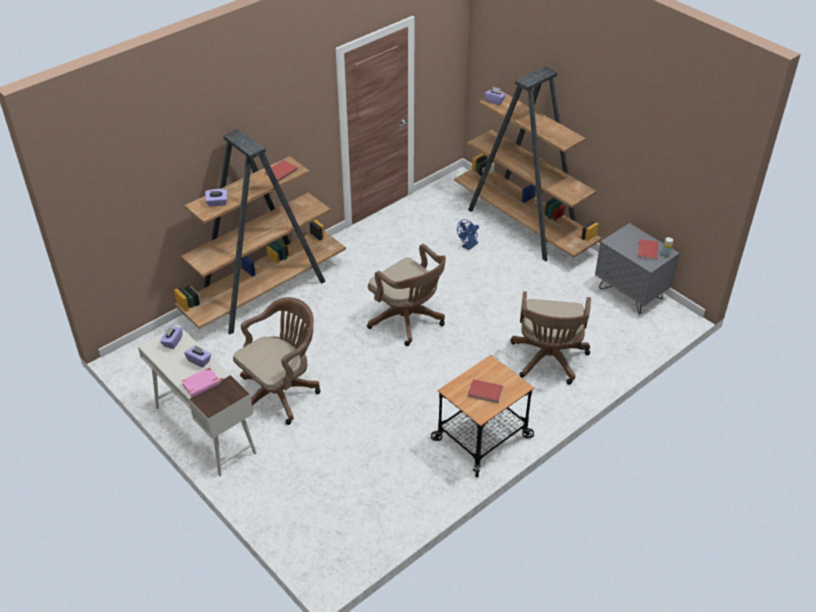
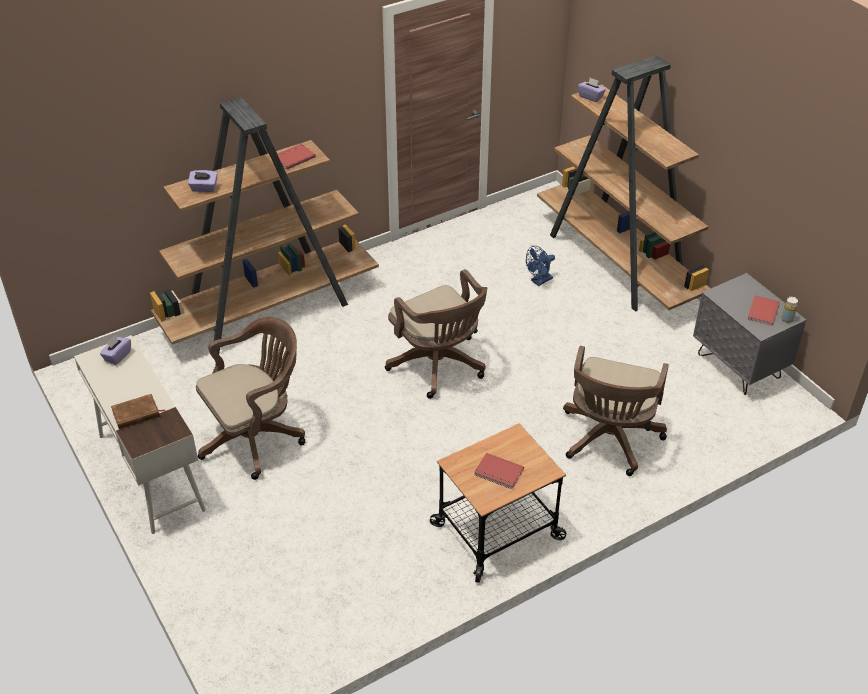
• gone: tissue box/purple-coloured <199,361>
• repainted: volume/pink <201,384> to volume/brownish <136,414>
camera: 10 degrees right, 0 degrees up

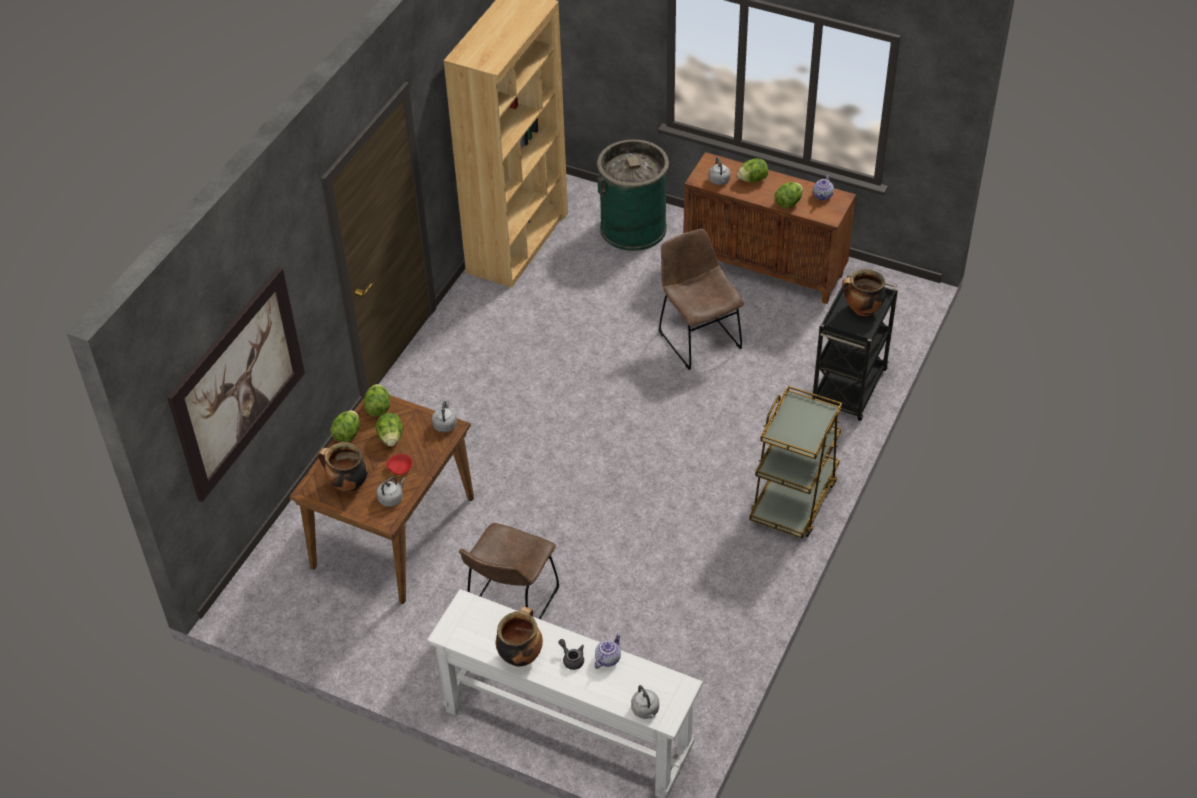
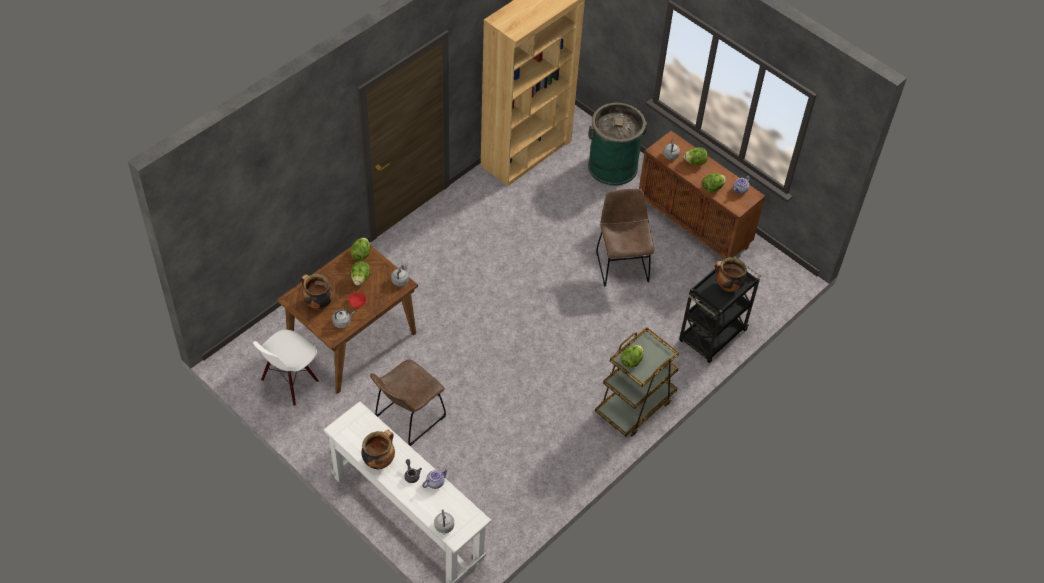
• gone: wall art <238,383>
• shifted: lettuce <347,434> to <631,361>
• new: upright chair/whitish <290,382>
camera: 15 degrees right, 5 degrees up

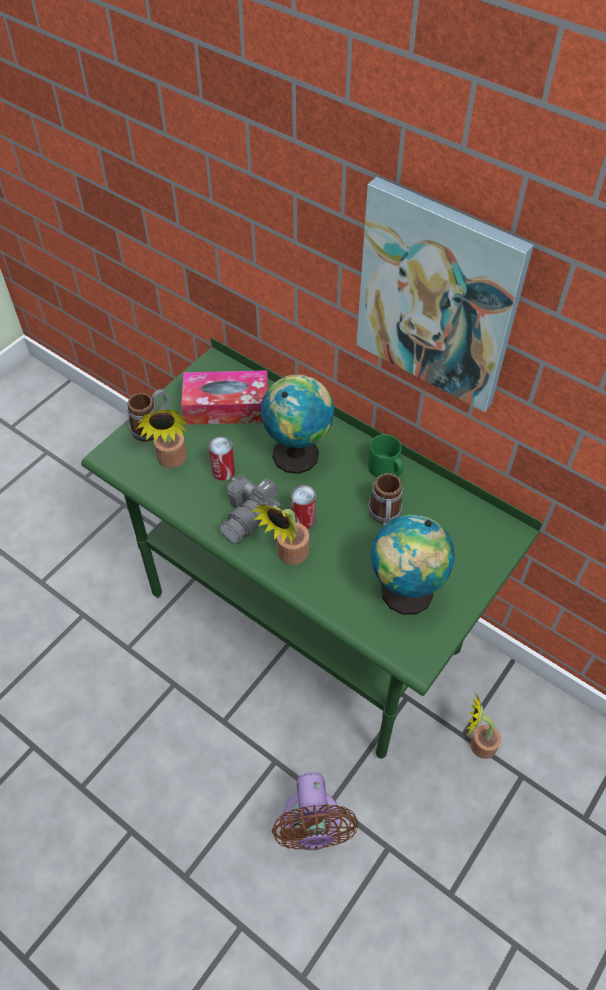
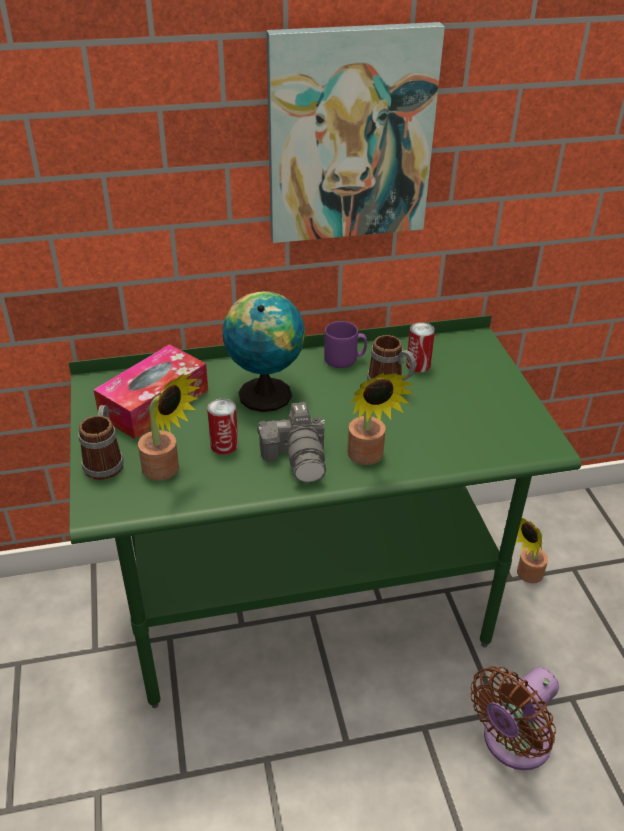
• repainted: coffee mug/green-coloured <386,469> to coffee mug/purple-coloured <345,359>
• shifted: metal can <303,519> to <418,365>
• gone: globe <404,594>
• rotated: fan/brownish <312,827> = <512,743> 105 degrees clockwise
camera: 50 degrees left, 15 degrees down

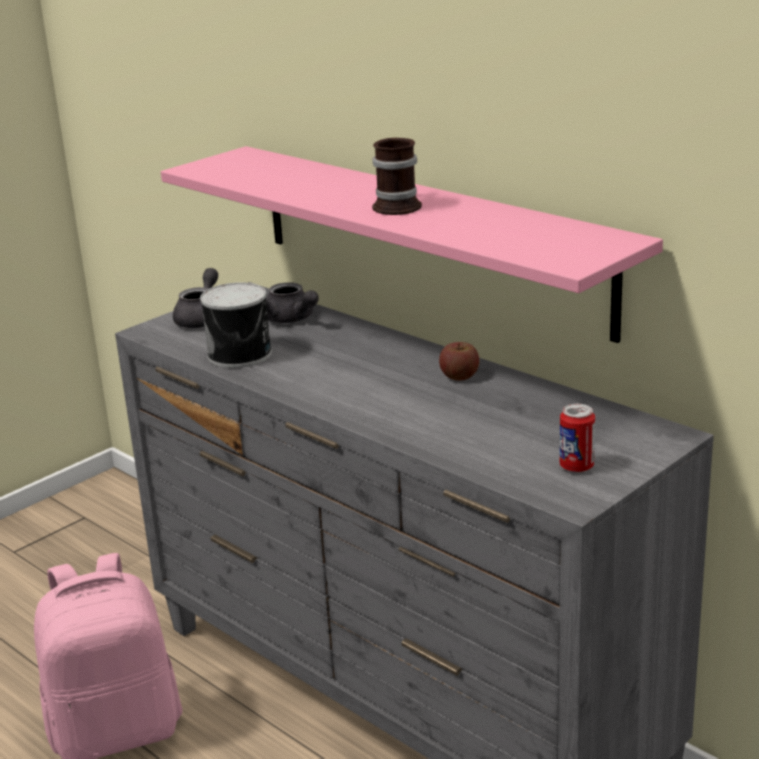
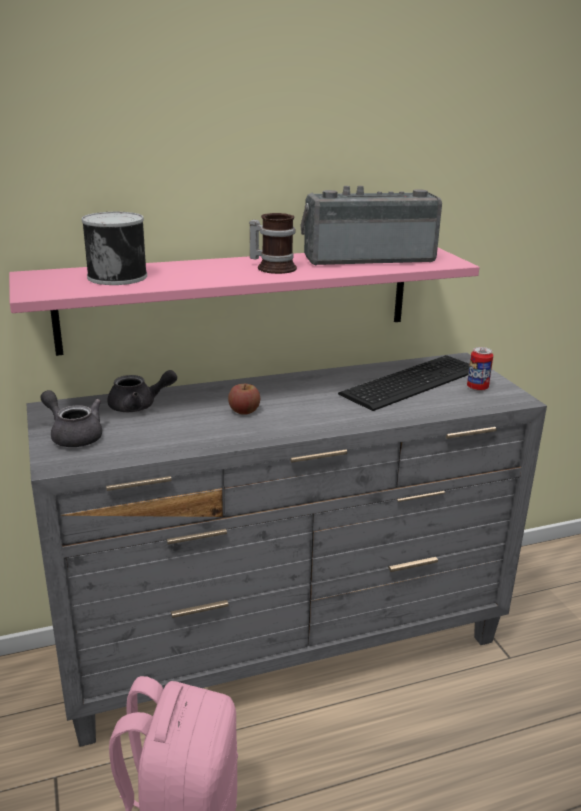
• shifted: metal can <241,354> to <118,276>
• shifted: apple <459,376> to <244,411>
• new: radio receiver <368,258>
• new: keyboard <407,382>
camera: 65 degrees left, 0 degrees up

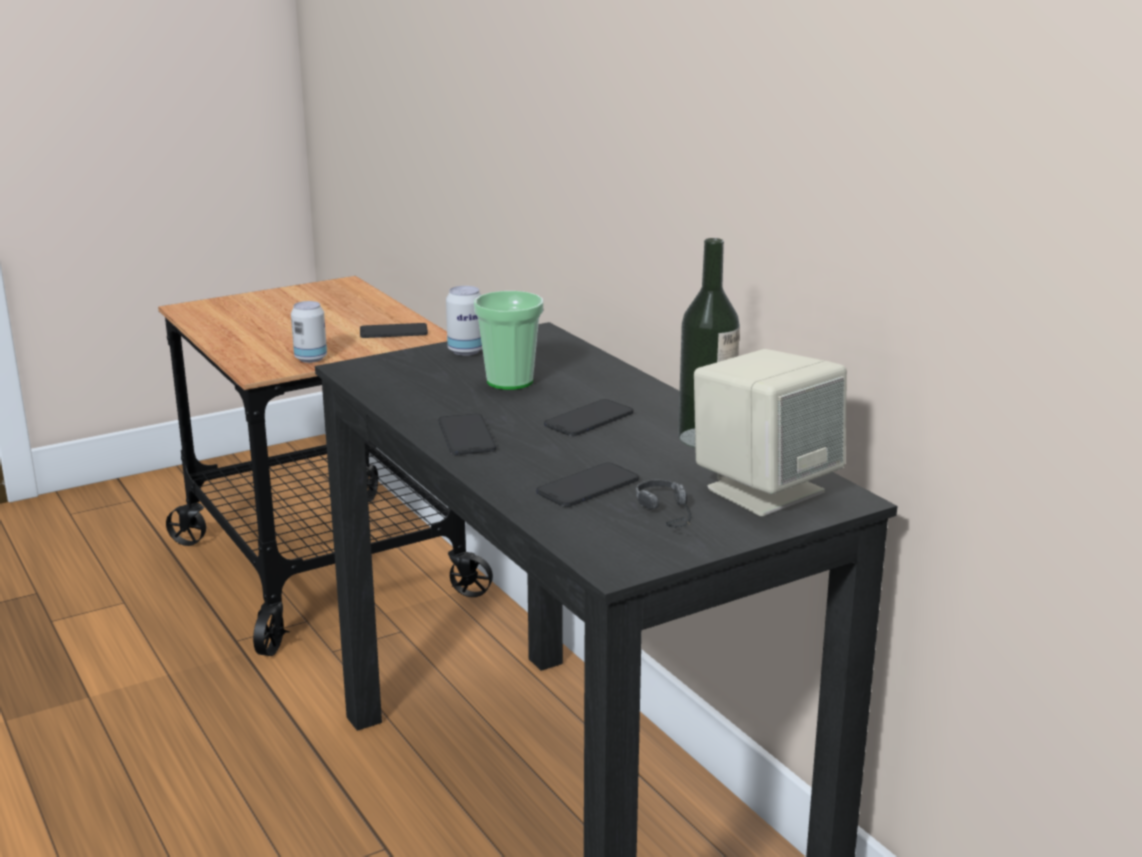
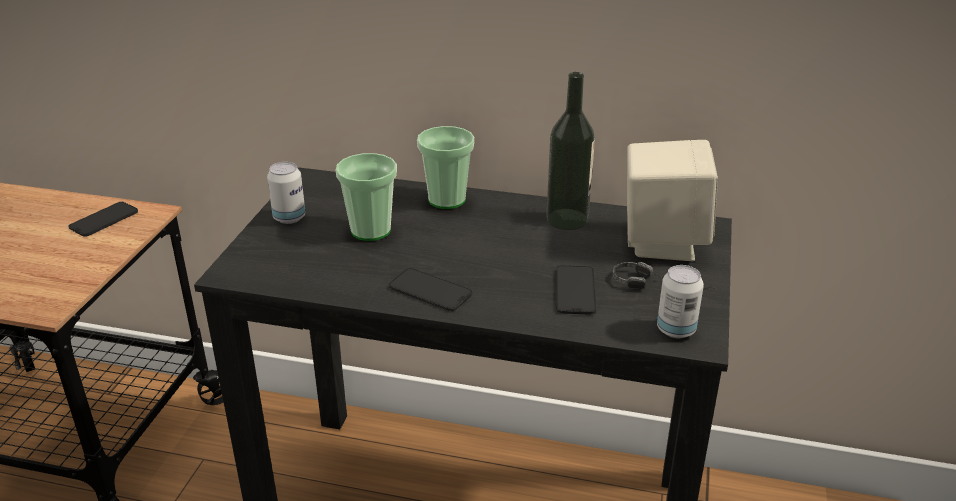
• shifted: metal can <310,358> to <676,330>
• gone: telephone <589,419>
• new: small cup <447,199>
camera: 45 degrees left, 10 degrees up

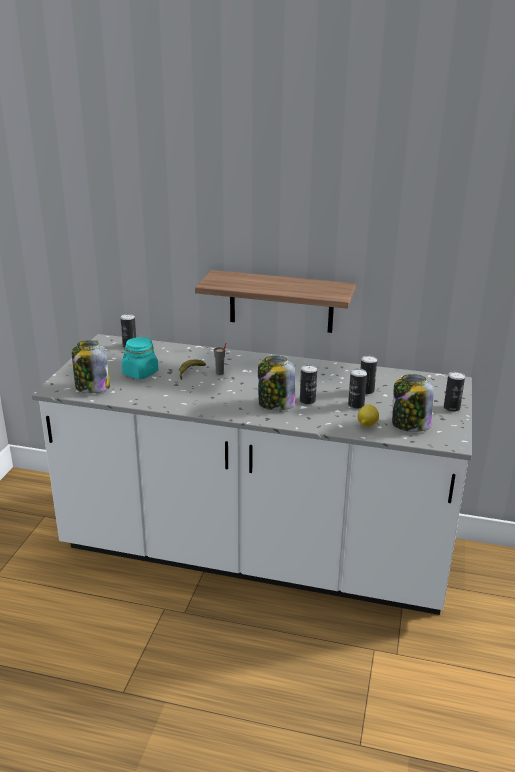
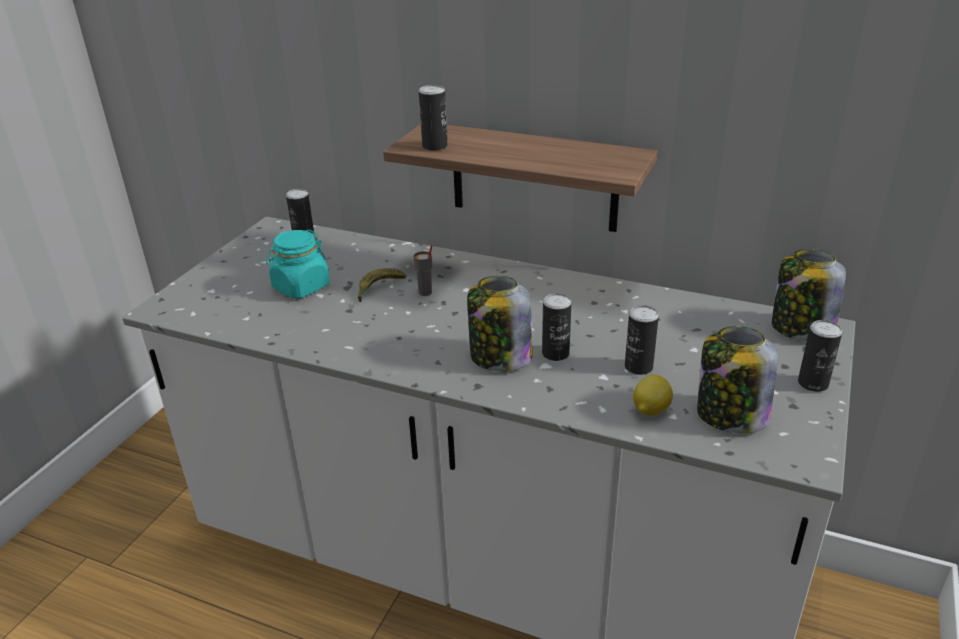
• shifted: preserve jar <92,387> to <800,329>
• shifted: metal can <366,390> to <435,146>
camera: 10 degrees right, 5 degrees up

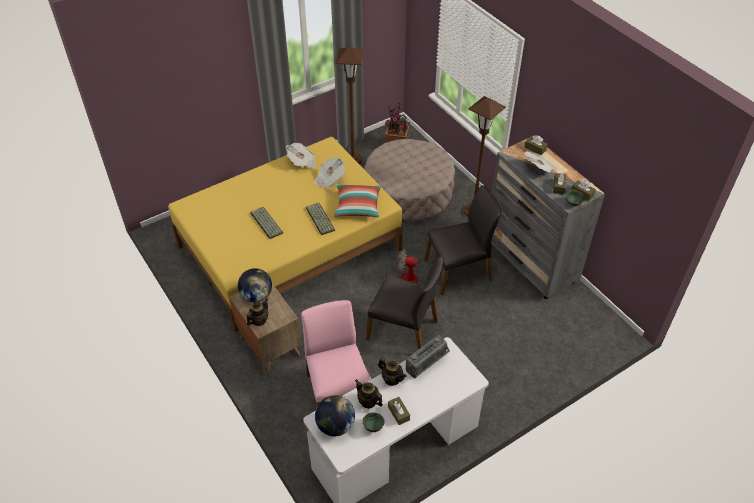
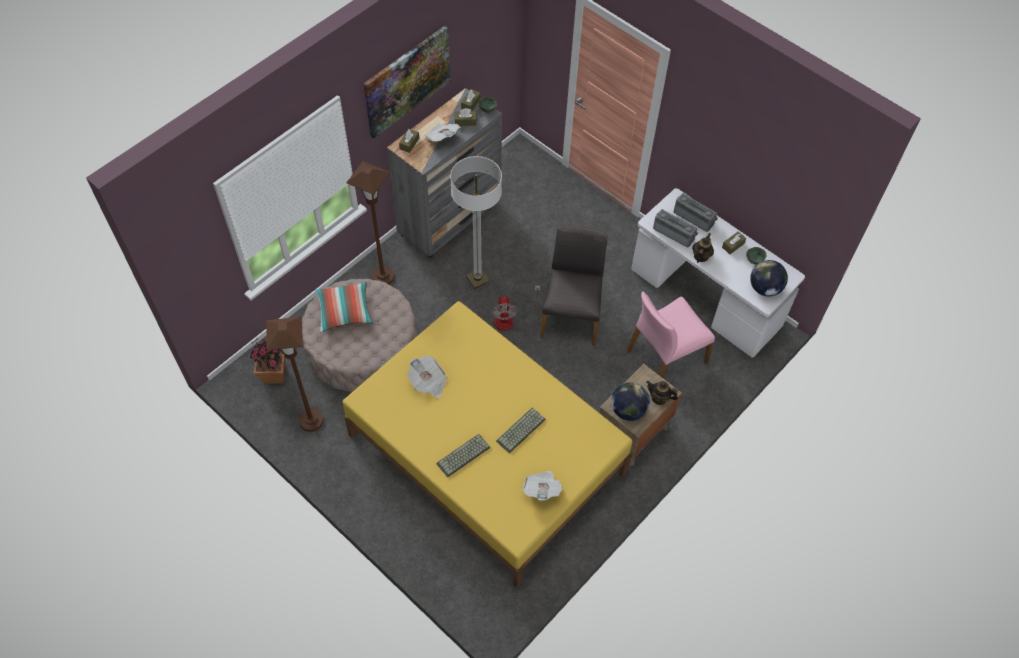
• shifted: printed paper <302,162> to <542,489>
• shifted: cushion <357,206> to <344,311>
• swapped: upright chair/grey <458,270> to floor lamp <477,279>
• shifted: keyboard <319,219> to <463,456>
• gone: tea pot <368,401>
• new: wall art <407,81>
• new: radio receiver <694,217>
camera: 105 degrees left, 10 degrees up

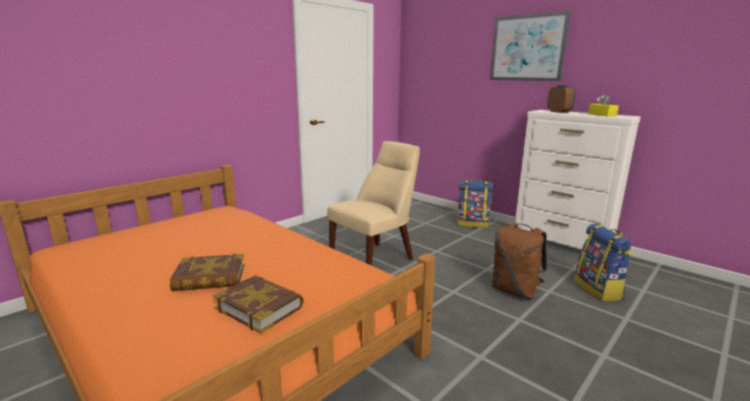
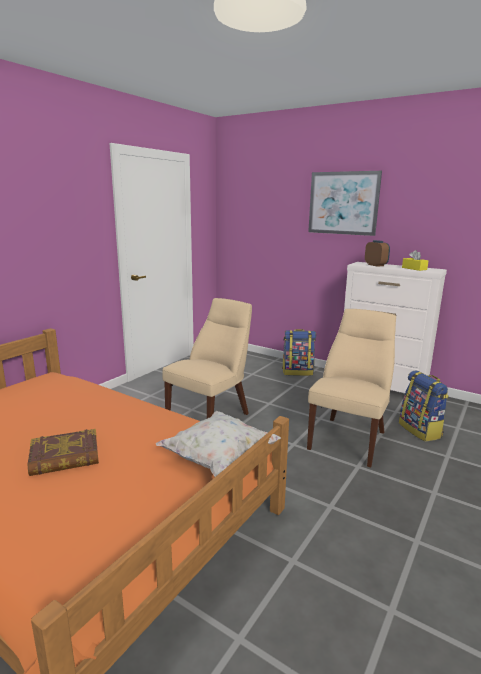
• swapped: rucksack/brownish <515,291> to upright chair/sand-coloured <349,438>
• gone: volume <259,307>
• new: cushion/whitish <219,459>
camera: 10 degrees left, 0 degrees up

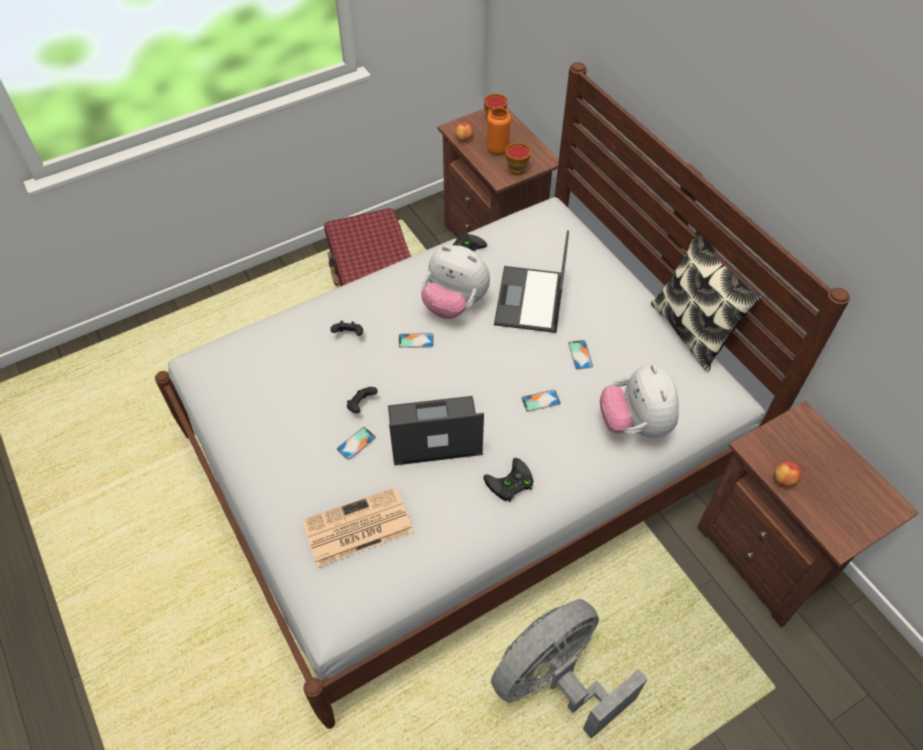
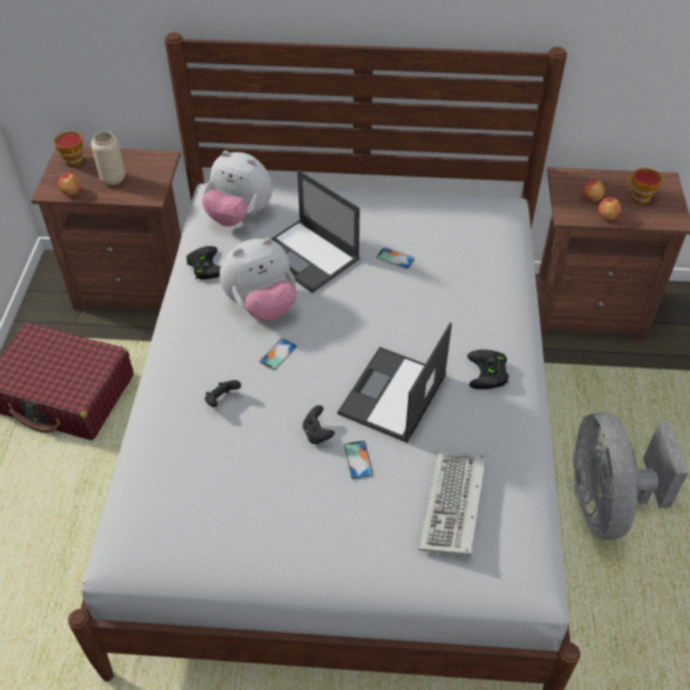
• repainted: flower vase/orange <497,149> to flower vase/sand-coloured <113,179>
• shifted: small cup <515,168> to <637,198>
• gone: cushion <692,331>
• shifted: plush toy <635,424> to <239,216>
• gone: telephone <540,400>
• swapped: printed paper <356,528> to keyboard <454,508>
• new: apple <591,198>
camera: 55 degrees left, 5 degrees down

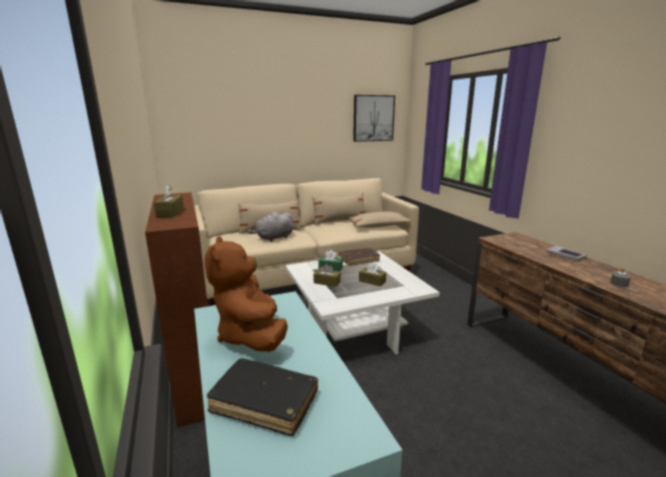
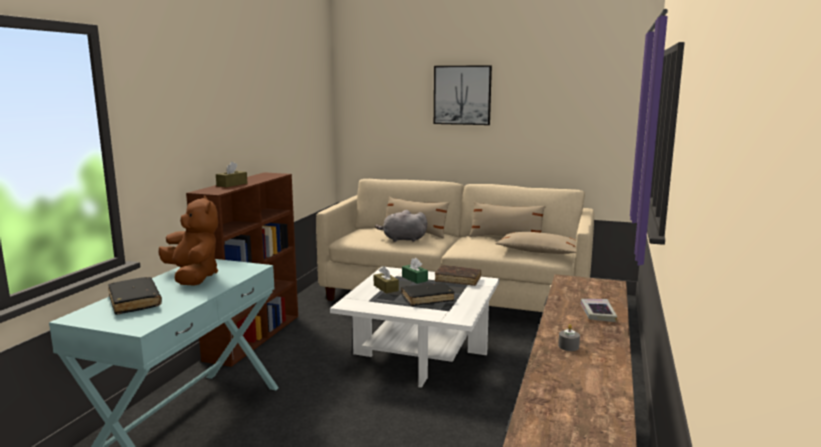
• shifted: wall art <373,118> to <462,95>
• rotated: plush toy/brownish <251,336> = <193,277> 120 degrees clockwise
• swapped: tissue box/brownish <372,281> to volume/black-coloured <427,299>
camera: 40 degrees right, 5 degrees down

